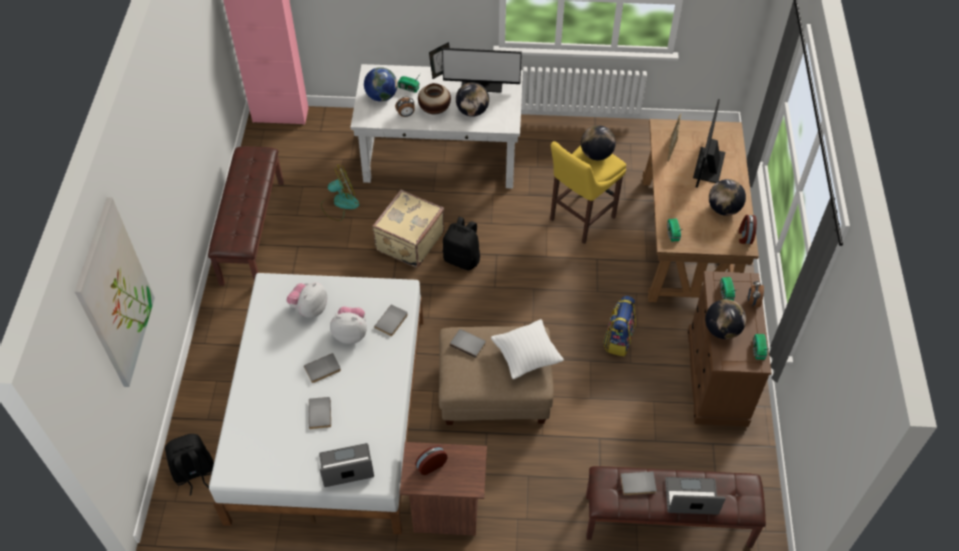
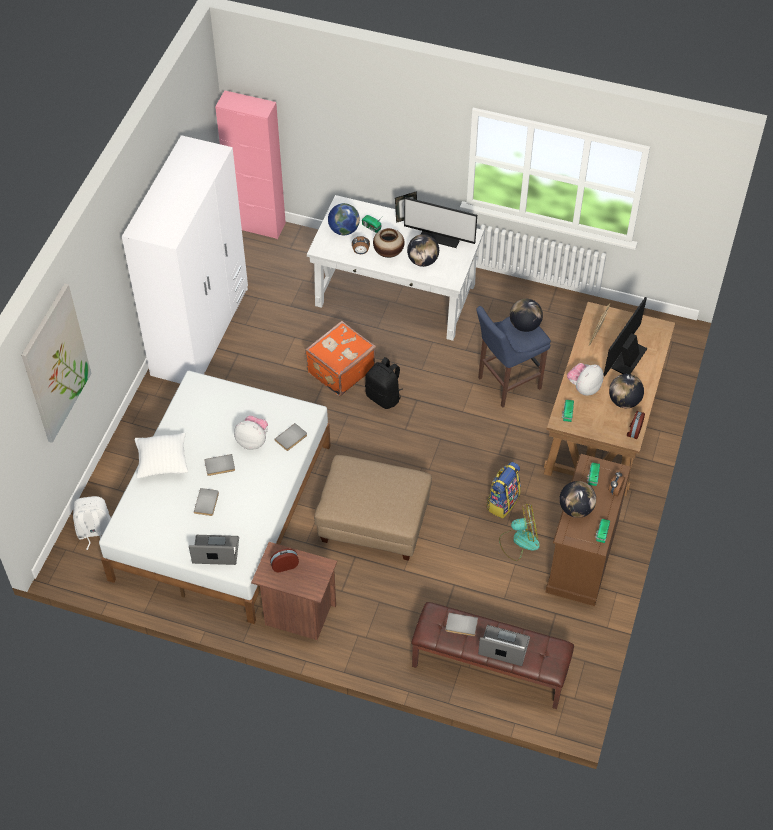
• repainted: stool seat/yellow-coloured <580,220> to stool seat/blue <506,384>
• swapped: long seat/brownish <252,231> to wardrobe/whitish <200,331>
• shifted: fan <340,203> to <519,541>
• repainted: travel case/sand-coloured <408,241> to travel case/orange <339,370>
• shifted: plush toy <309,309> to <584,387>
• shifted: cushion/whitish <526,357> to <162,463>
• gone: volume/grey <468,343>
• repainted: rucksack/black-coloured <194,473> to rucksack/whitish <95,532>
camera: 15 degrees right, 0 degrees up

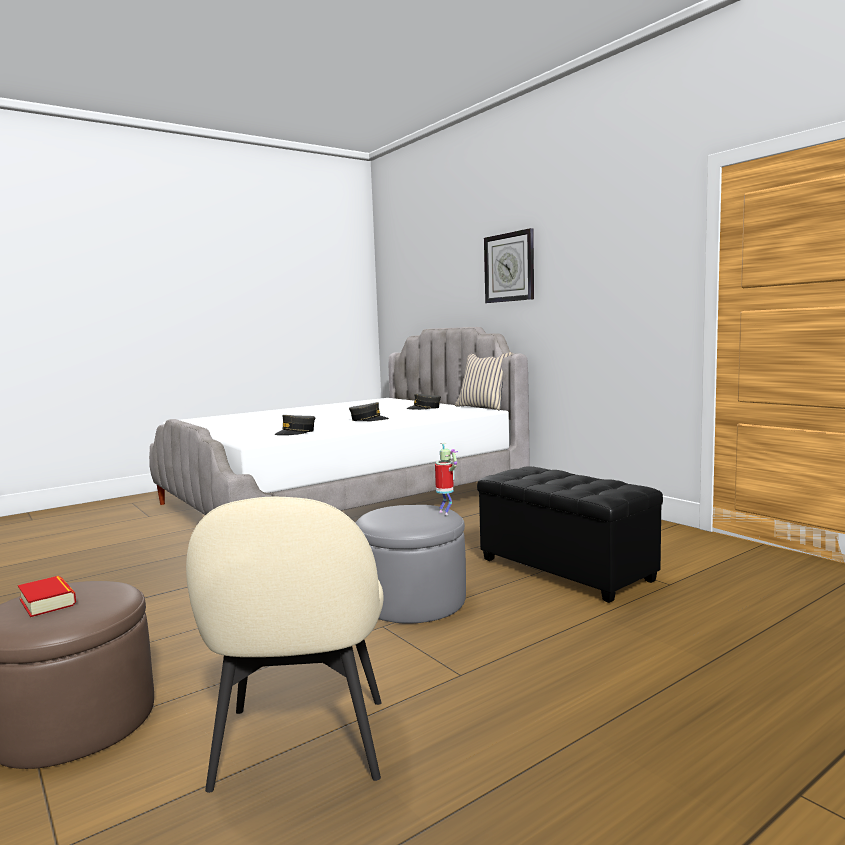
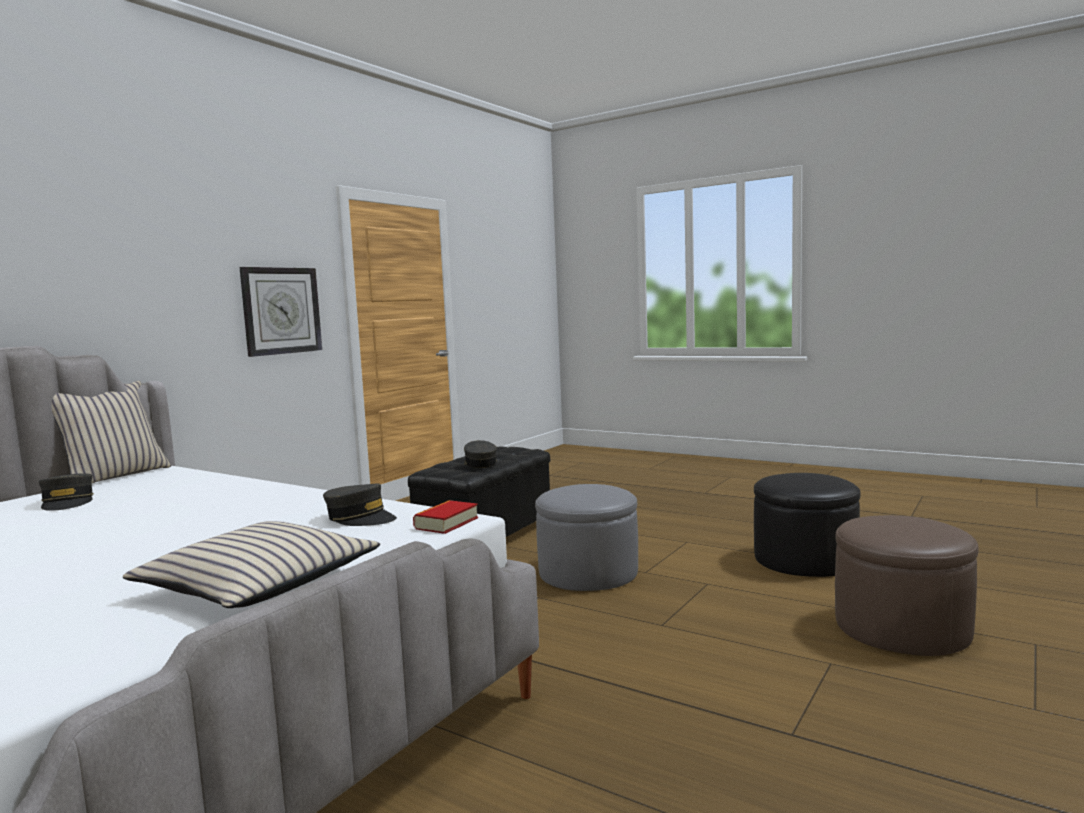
• shifted: hanging clock <509,267> to <281,310>
• shifted: peaked cap/grey <368,419> to <480,463>
• gone: model robot <446,513>
• swapped: upright chair/sand-coloured <300,746> to footrest/black-coloured <805,559>
• shifted: volume <47,602> to <446,523>
• new: cushion/sand-coloured <257,585>
camera: 110 degrees left, 0 degrees up

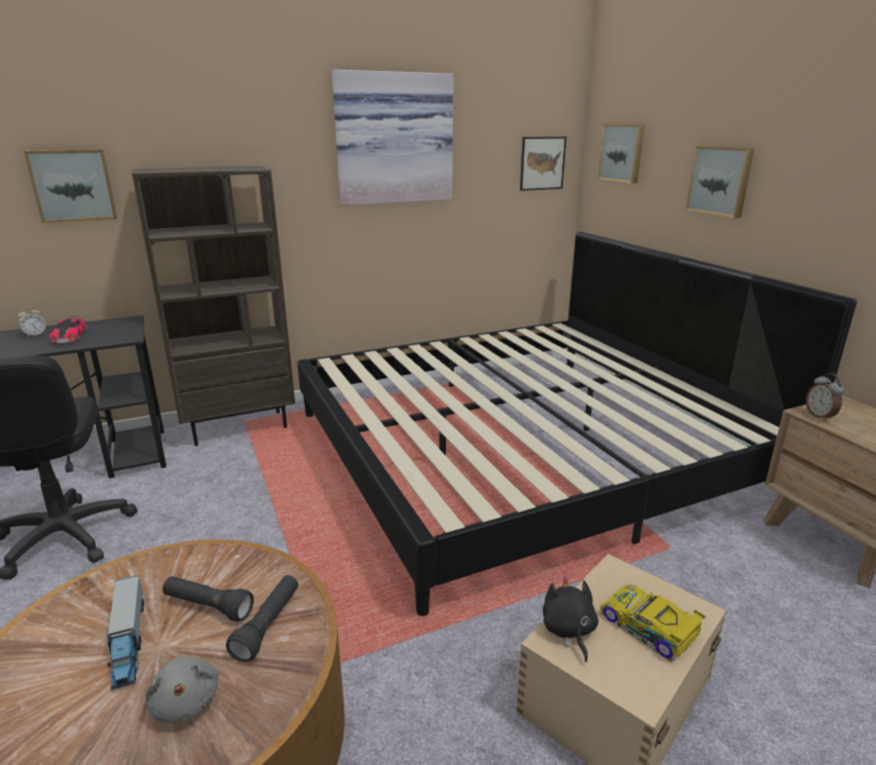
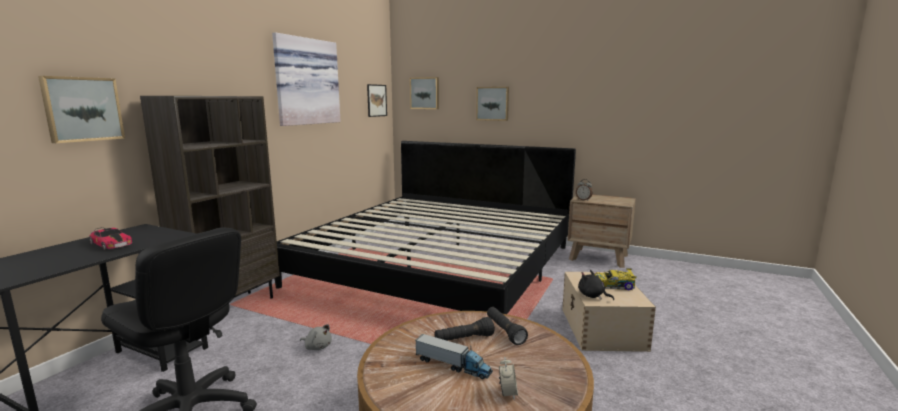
• shifted: bedside clock <35,335> to <507,393>
• shifted: plush toy/grey <186,701> to <317,347>
camera: 40 degrees left, 10 degrees down

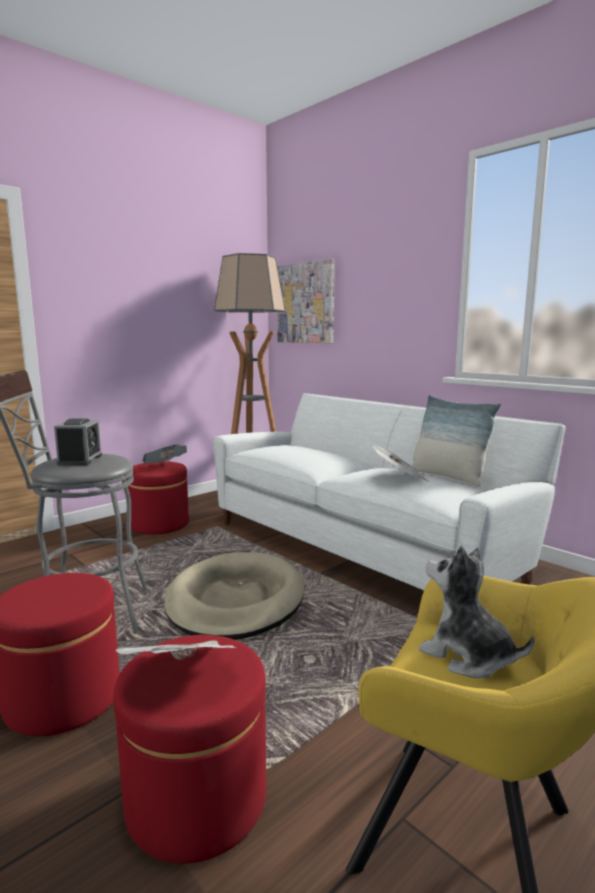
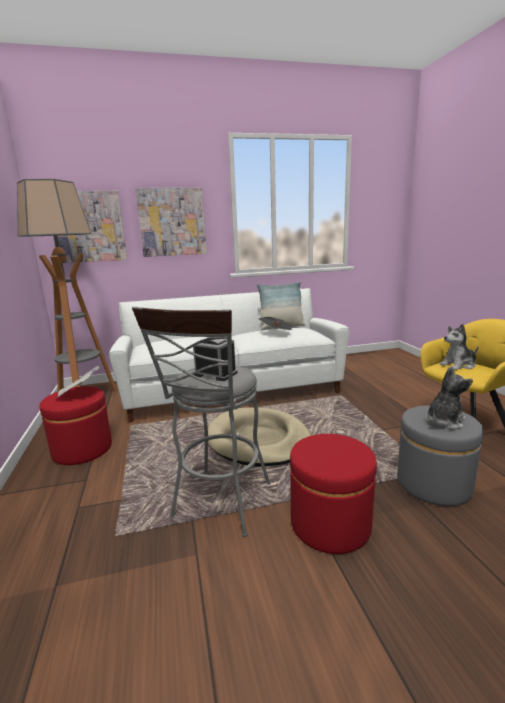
• repainted: footrest/red <197,799> to footrest/grey <433,483>
• swapped: printed paper <184,675> to plush toy <444,421>
• new: wall art <172,222>
camera: 60 degrees left, 5 degrees up

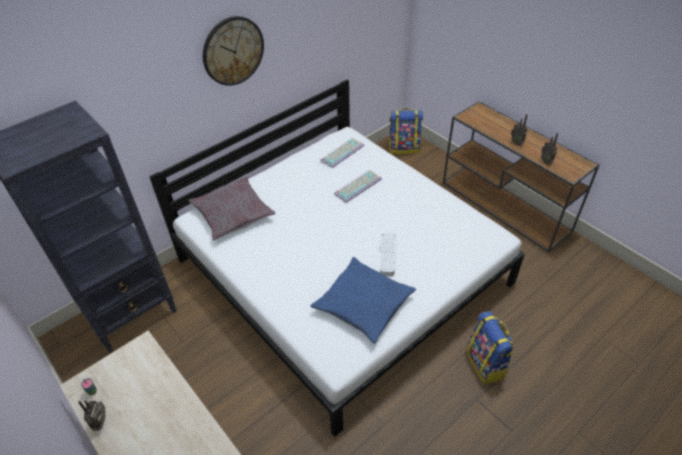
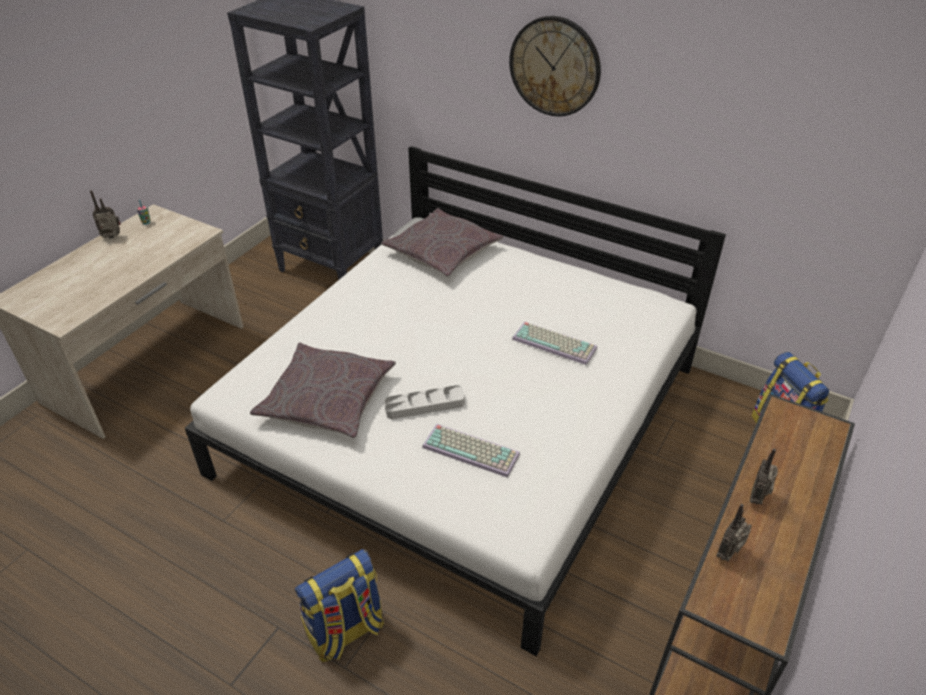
• shifted: keyboard <342,152> to <472,450>
• repainted: cushion/blue <363,304> to cushion/grey <327,399>
camera: 70 degrees right, 5 degrees down

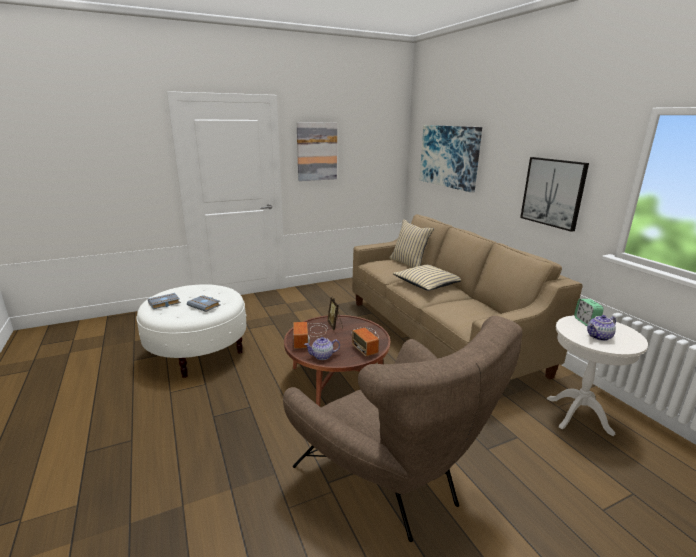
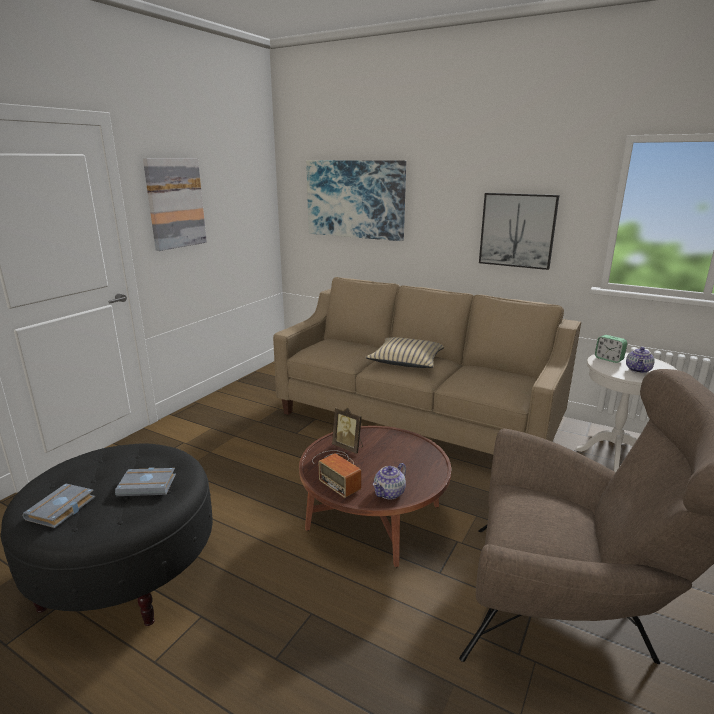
• gone: cushion/sand-coloured <409,264>
• repainted: footrest/whitish <198,352> to footrest/black-coloured <126,571>
• gone: radio receiver <366,340>
camera: 35 degrees left, 0 degrees up

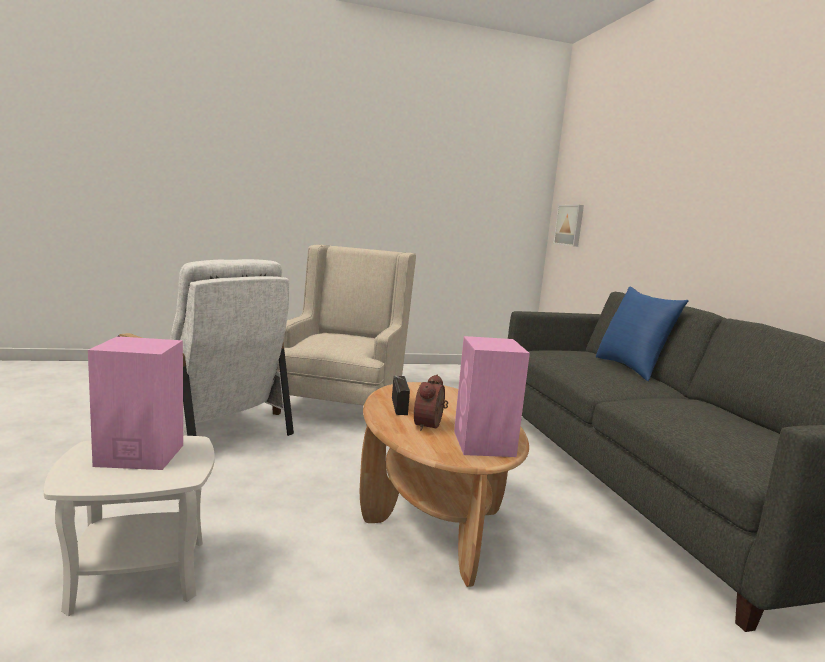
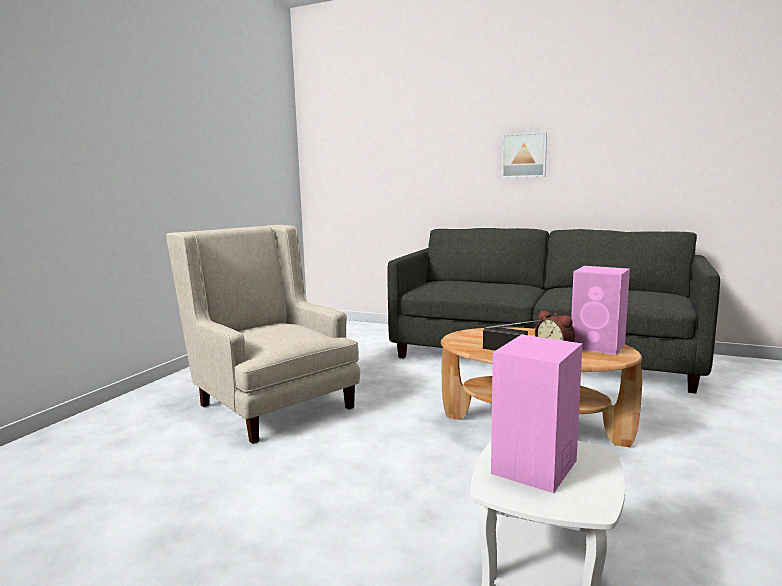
• shifted: wall art <570,225> to <524,155>
• gone: easy chair/whitish <201,428>
• gone: cushion/blue <631,368>
camera: 50 degrees left, 0 degrees up

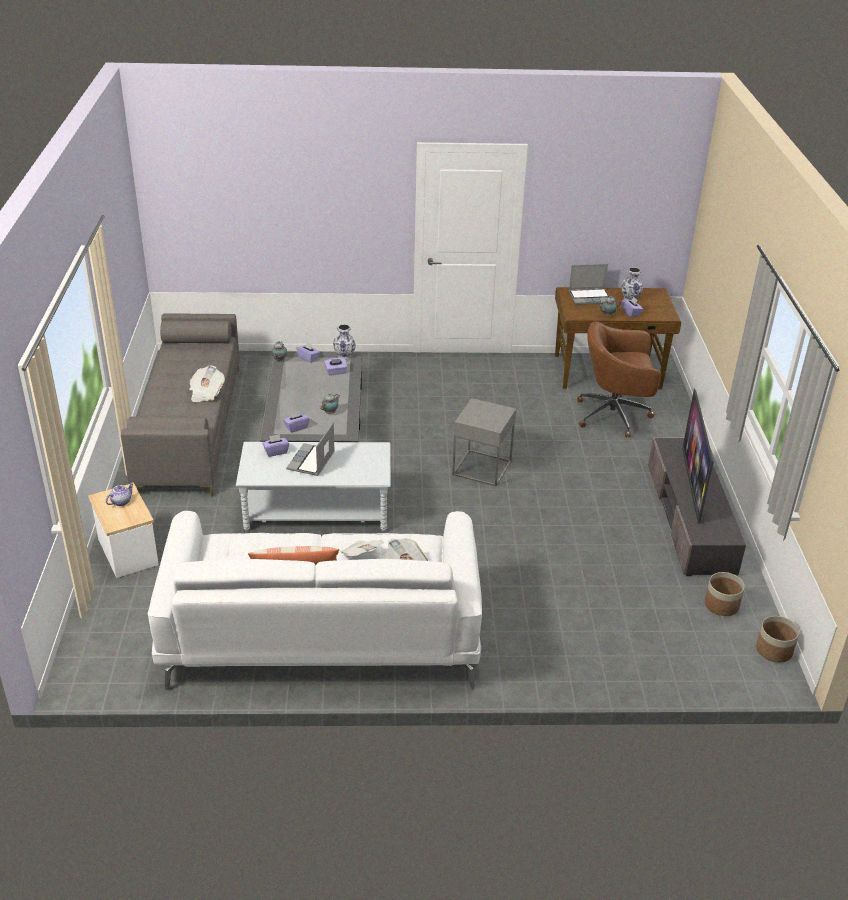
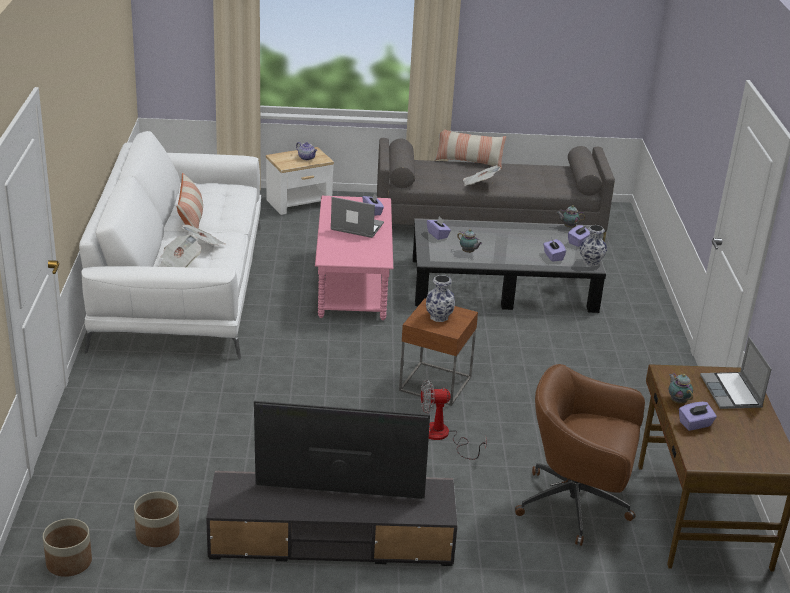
• shifted: flower vase <630,298> to <439,317>
• rotated: desk chair/brownish <615,415> = <576,506> 75 degrees counterclockwise
• repainted: end table/grey <482,468> to end table/brownish <435,383>
• repainted: coffee table/grey <316,511> to coffee table/pink <353,283>
• new: cushion <468,161>
• new: fan <443,436>
camera: 90 degrees right, 5 degrees down

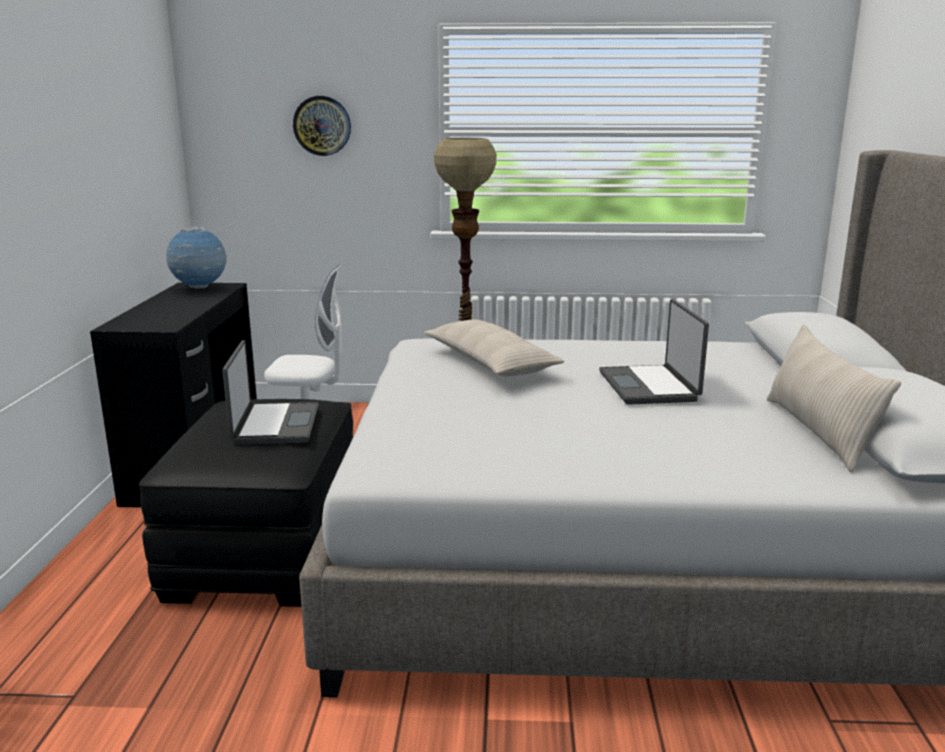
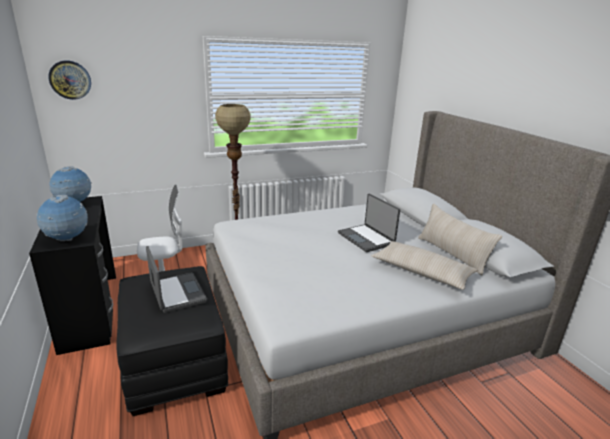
• shifted: hanging clock <322,126> to <70,80>
• shifted: cushion/sand-coloured <490,363> to <421,272>
• new: globe <67,239>
camera: 25 degrees left, 5 degrees up

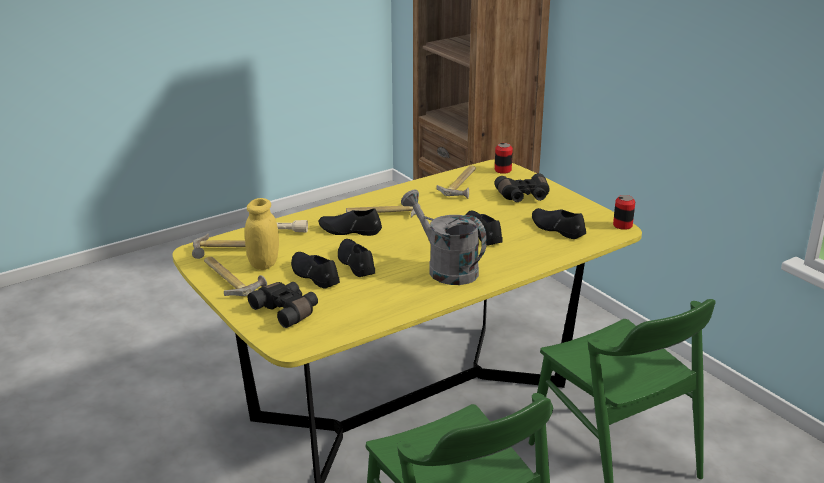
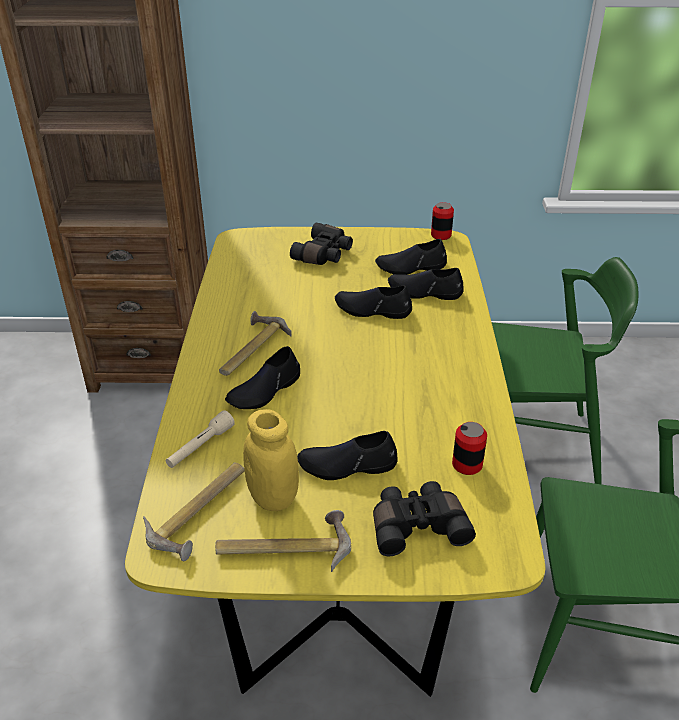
• shifted: metal can <503,170> to <467,465>
• gone: tool hammer <463,185>
• gone: watering can/grey <445,268>
• shifted: shoe/black-coloured <355,263> to <424,292>
camera: 55 degrees left, 10 degrees up

